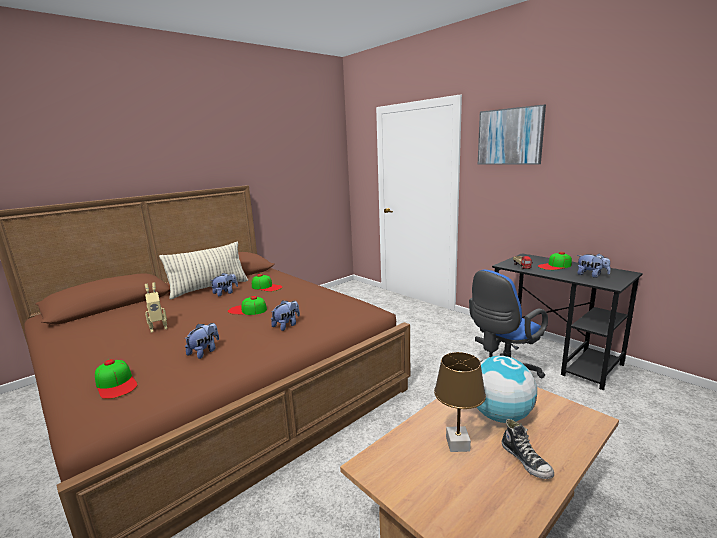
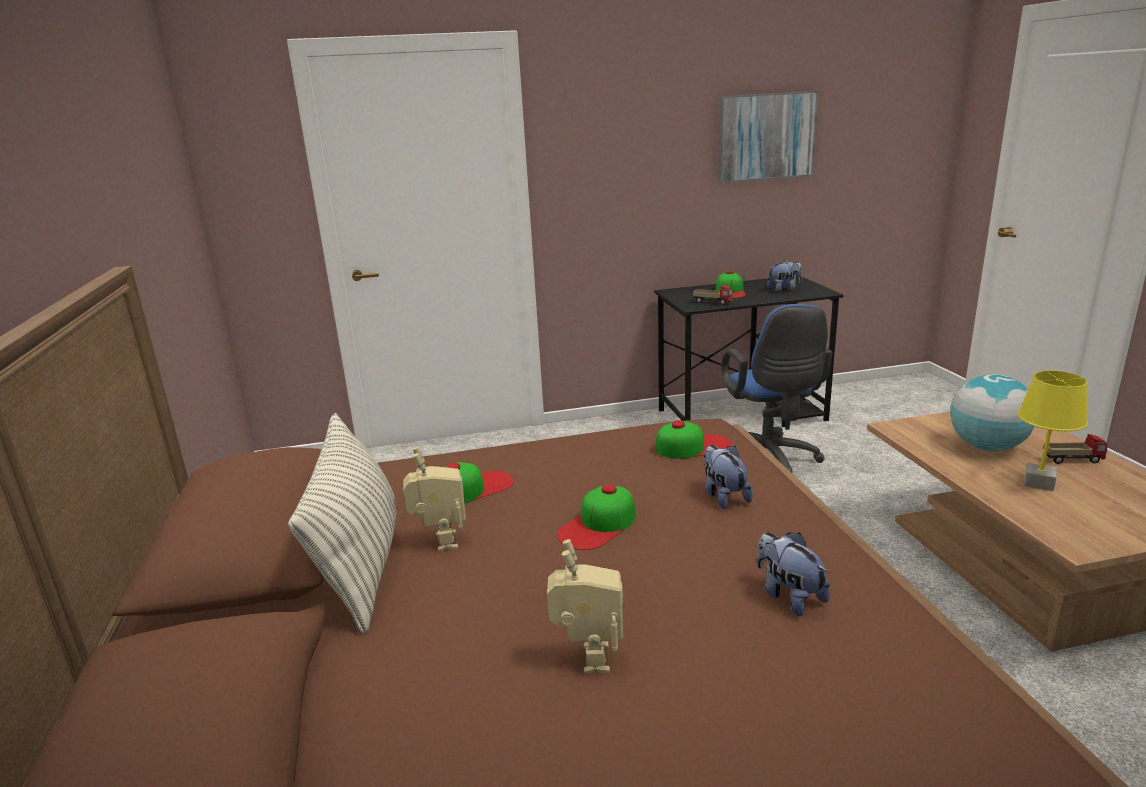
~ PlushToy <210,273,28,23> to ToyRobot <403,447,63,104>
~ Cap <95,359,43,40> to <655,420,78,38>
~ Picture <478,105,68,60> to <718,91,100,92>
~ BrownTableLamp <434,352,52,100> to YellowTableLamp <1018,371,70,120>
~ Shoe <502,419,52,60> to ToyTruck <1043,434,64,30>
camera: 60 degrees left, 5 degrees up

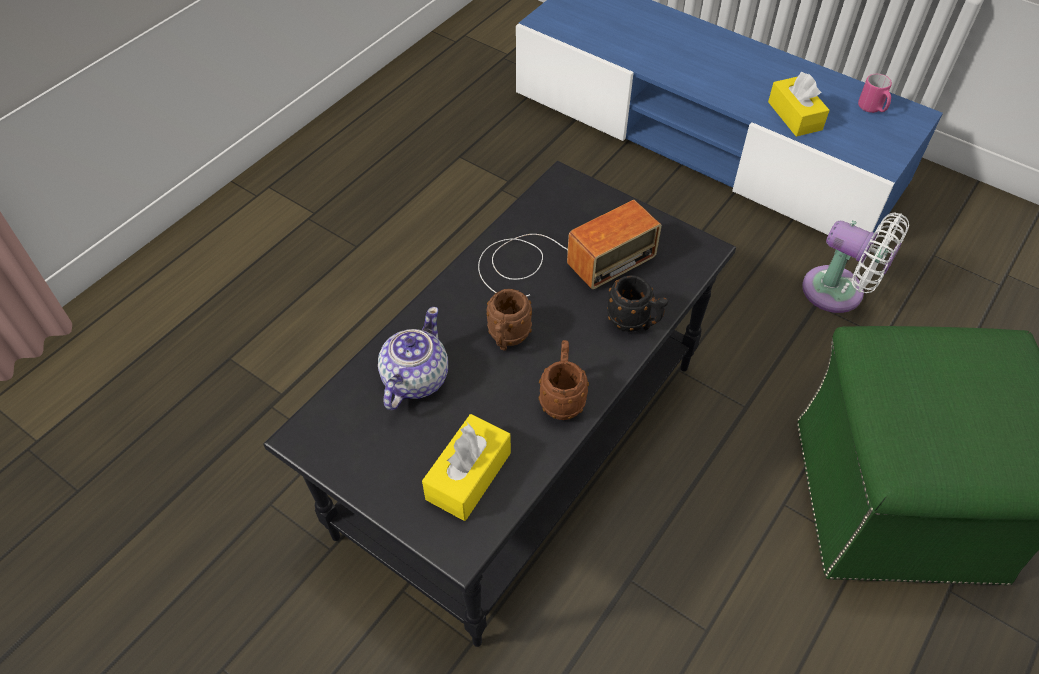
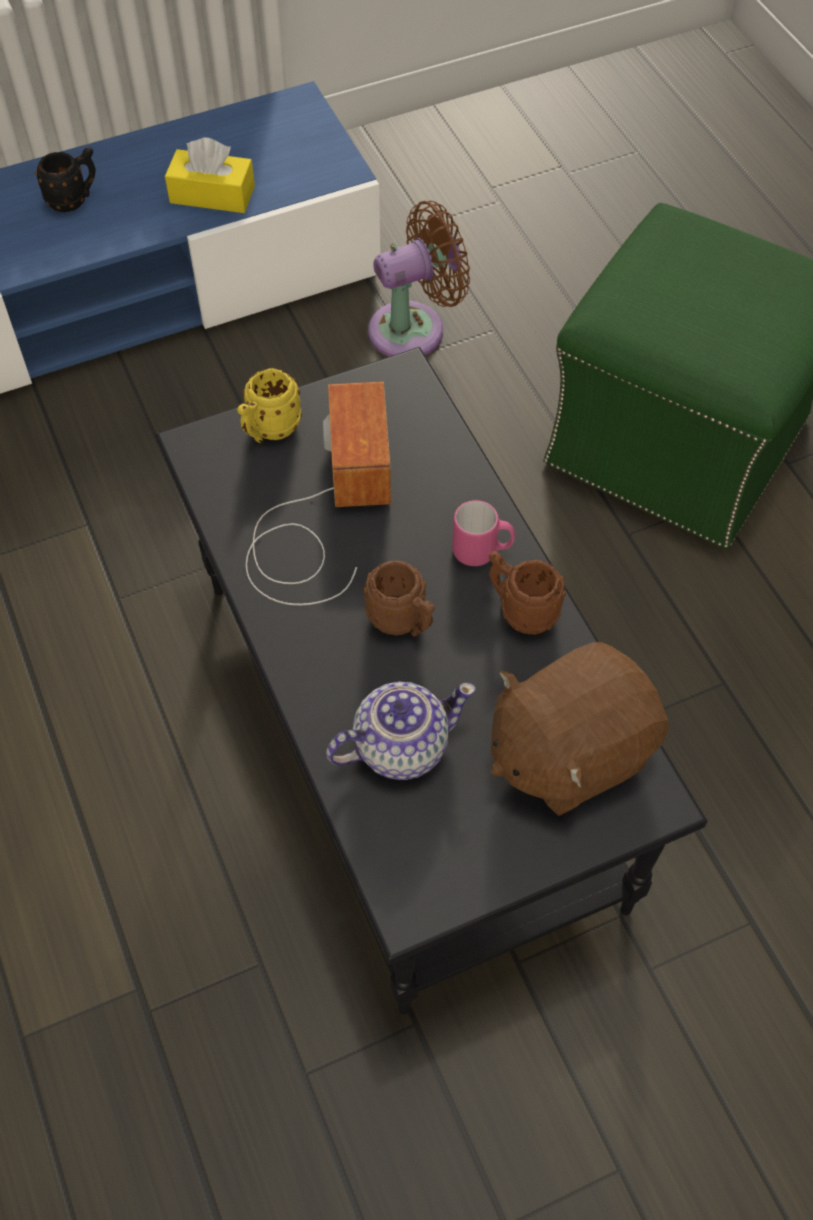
~ BlackMug <607,275,61,57> to <35,147,61,65>
+ YellowMug <237,368,65,75>
~ Teapot <378,307,70,103> = <326,682,150,98> 105 degrees clockwise
~ WhiteFan <802,213,107,100> to BrownFan <368,201,102,156>
~ PinkMug <858,74,34,39> to <452,500,63,66>
~ YellowTissueBox <422,414,89,107> to BrownPlushToy <491,642,178,174>
camera: 60 degrees left, 5 degrees up

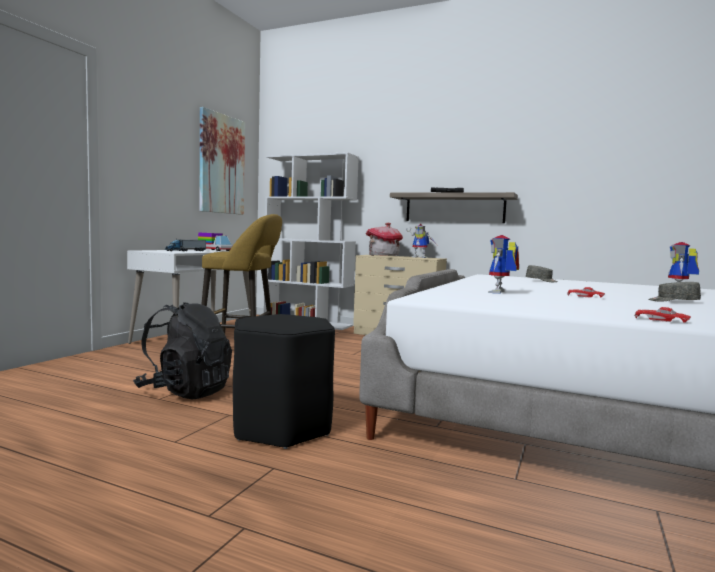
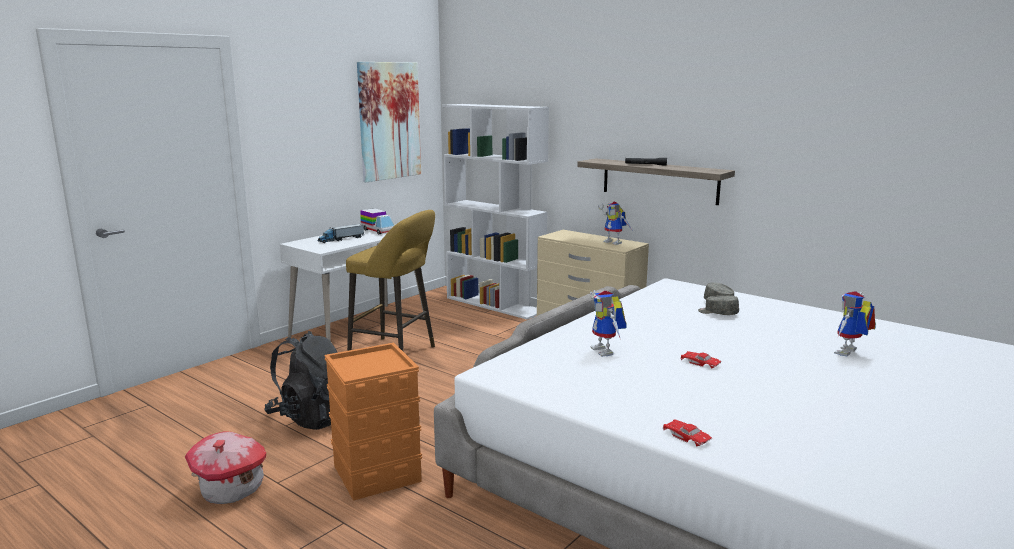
~ ToyHouse <366,223,37,33> to <185,432,81,72>
~ BlackStool <233,314,102,135> to OrangeStorageBox <324,343,98,158>
~ ToyRobot <488,235,31,59> = <590,290,37,67> 60 degrees counterclockwise
~ GreyCap <648,282,53,20> to <698,295,41,20>
camera: 15 degrees right, 10 degrees up

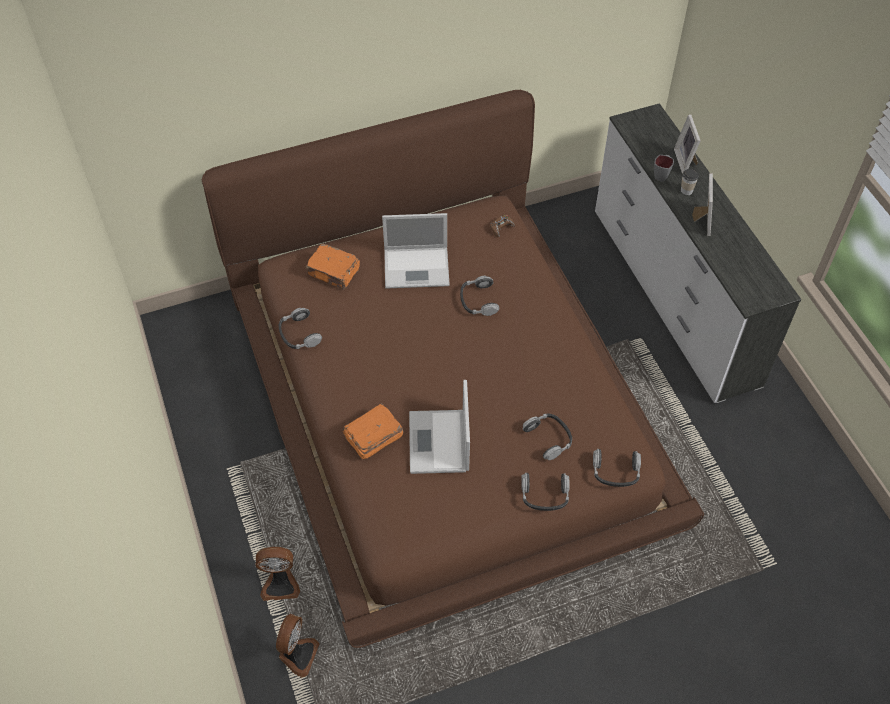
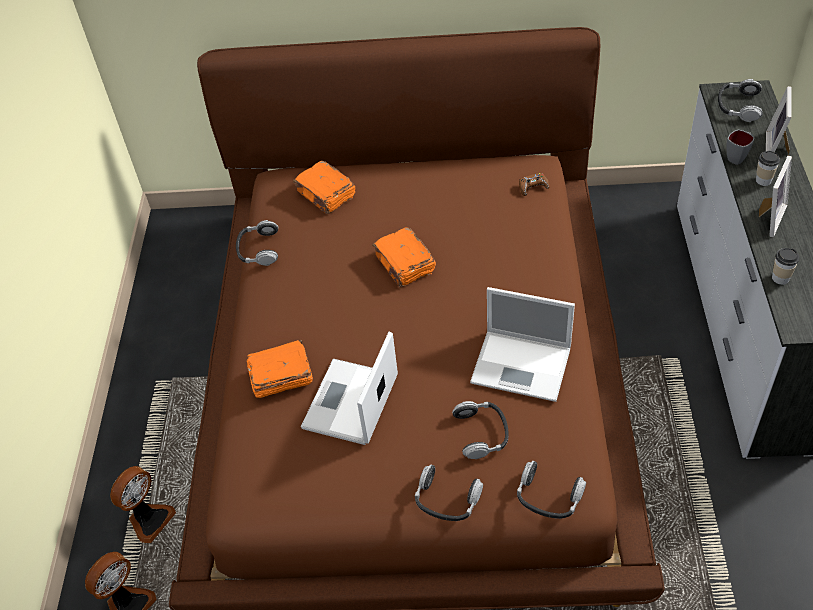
~ Fan <255,547,45,54> = <110,466,66,77> 75 degrees counterclockwise
+ OrangeBook <372,227,64,60>
~ Laptop <382,213,68,76> to <470,287,105,115>
~ Headphones <460,275,40,41> to <718,79,45,43>
+ Cup <772,248,27,37>
camera: 25 degrees right, 5 degrees down

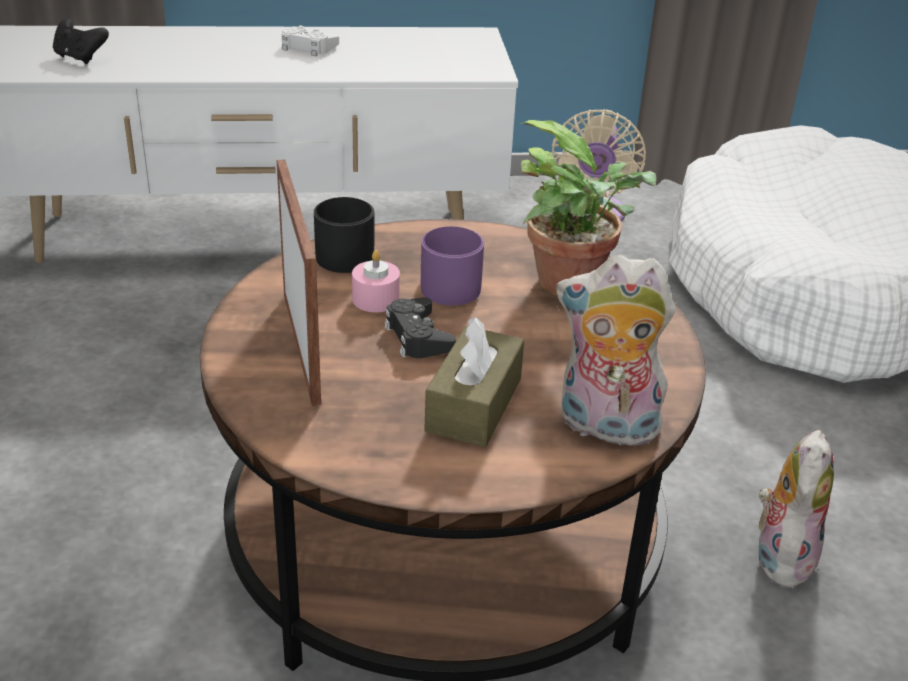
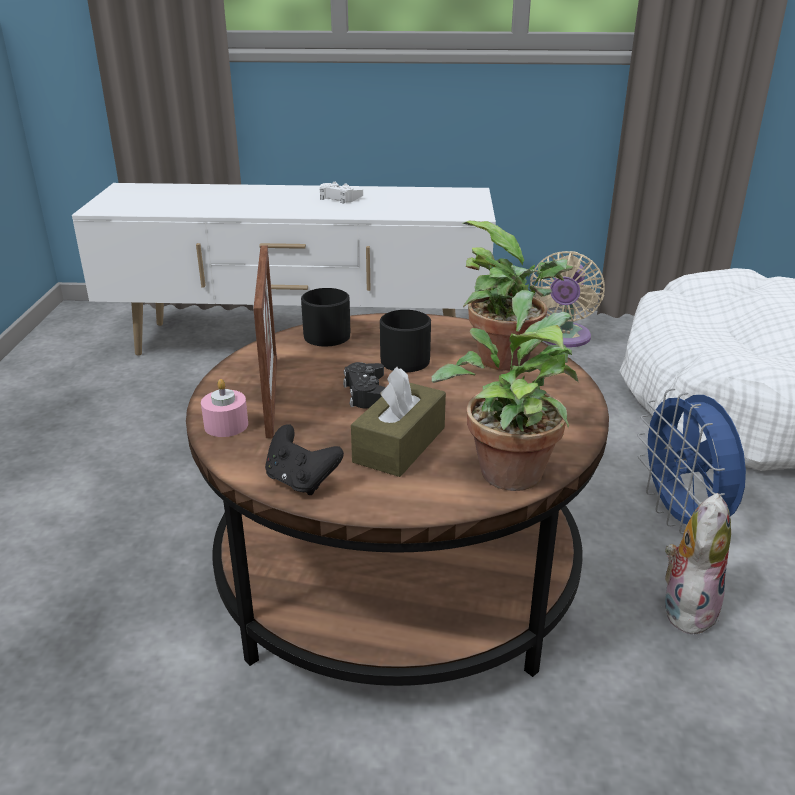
~ PinkCandle <352,250,48,62> to <201,379,47,58>
~ BlackGameController <53,18,56,46> to <265,424,79,71>
~ PurpleMug <421,226,63,79> to BlackMug <380,310,51,62>
~ PlushToy <556,255,119,196> to PottedPlant <432,290,146,201>
+ BlueFan <637,388,109,146>
camera: 10 degrees right, 5 degrees down

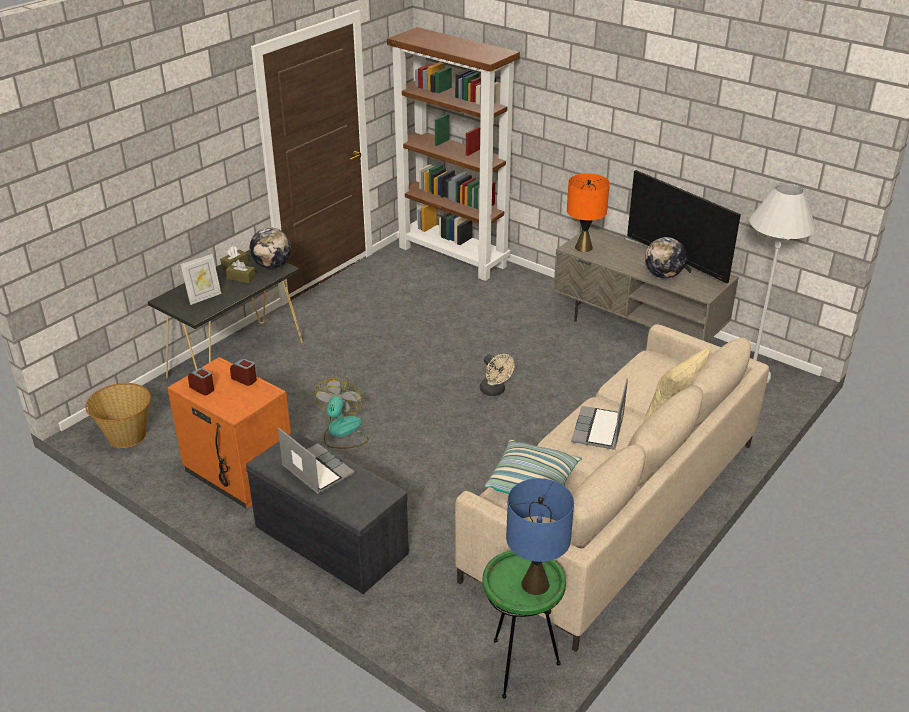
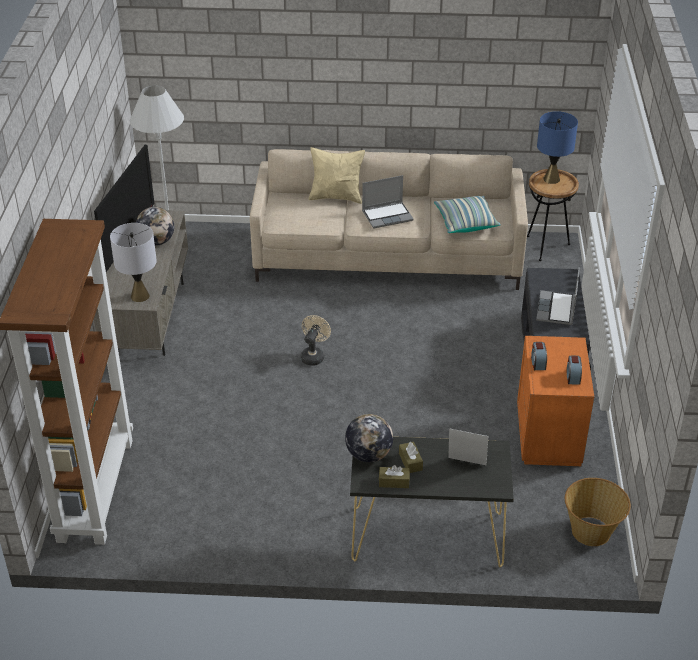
~ OrangeTableLamp <567,173,43,79> to GreyTableLamp <110,223,47,79>
~ GreenSideTable <482,550,84,149> to BrownSideTable <527,169,52,92>
- Fan <314,378,55,71>
camera: 125 degrees left, 5 degrees up

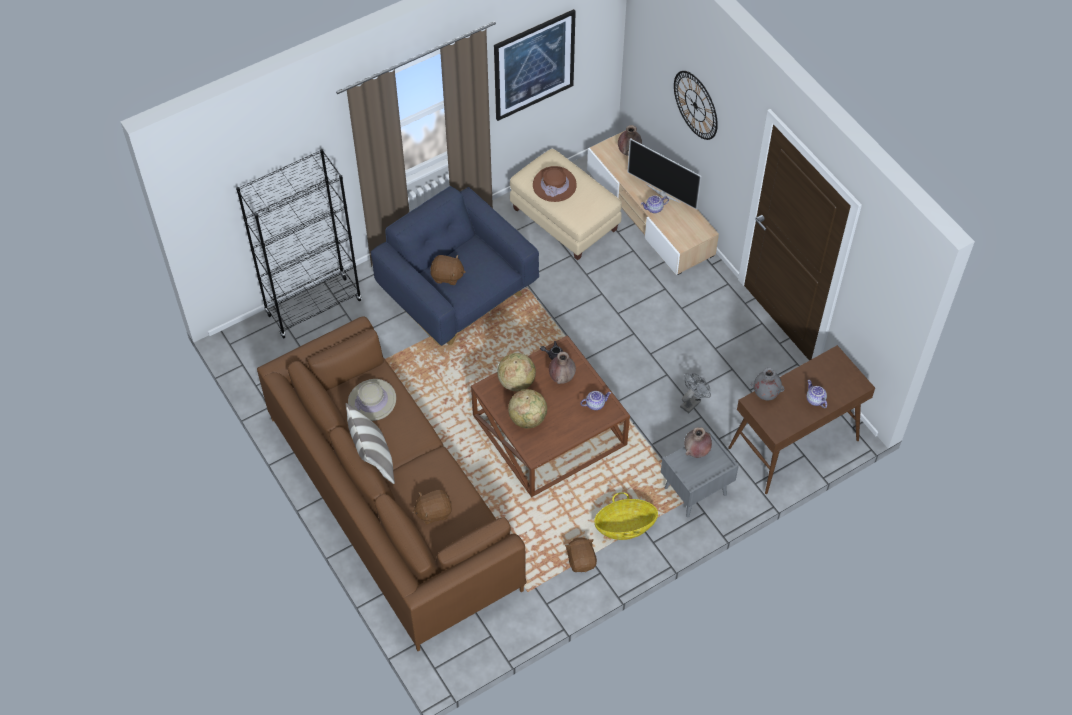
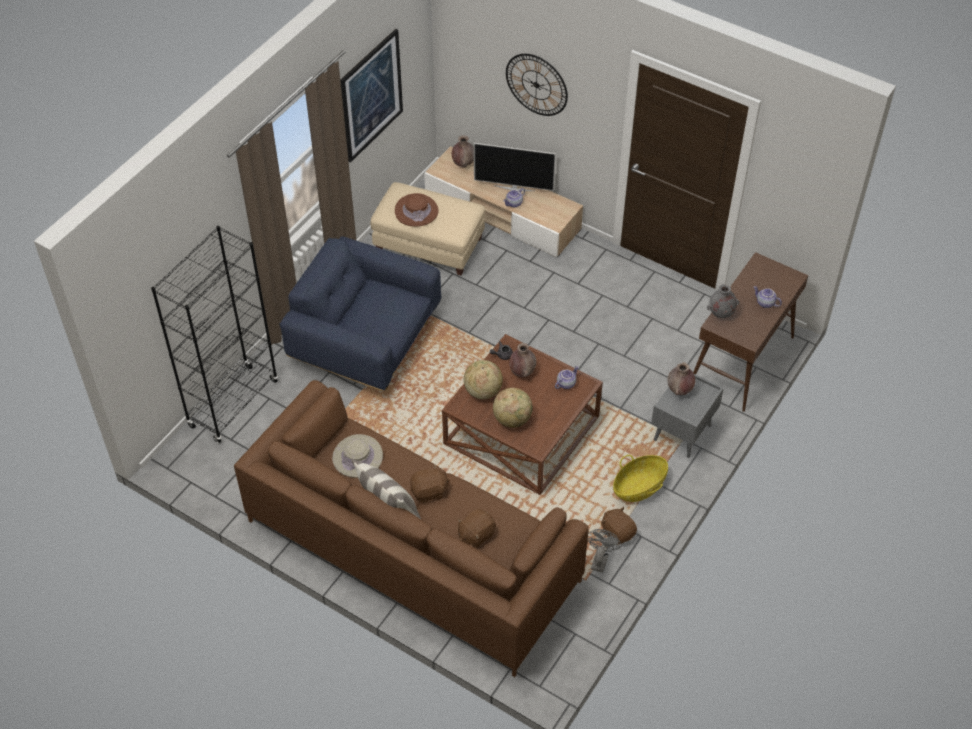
~ BrownPlushToy <430,255,36,30> to <410,465,40,38>
~ GreyFan <680,373,31,40> to <588,529,34,44>
camera: 25 degrees left, 5 degrees down

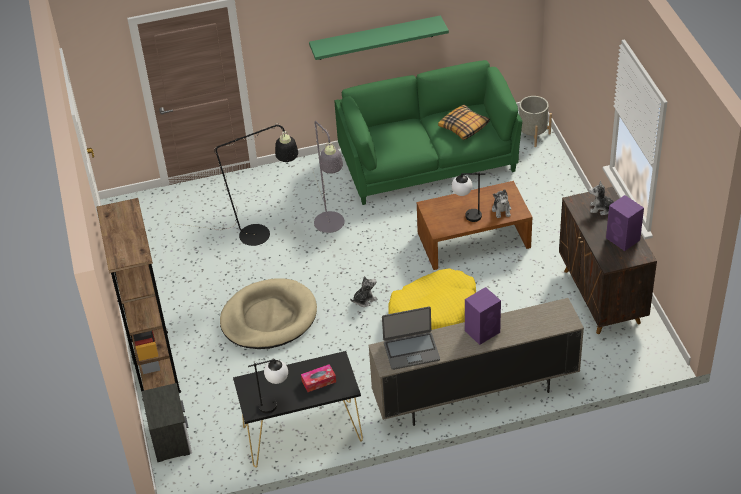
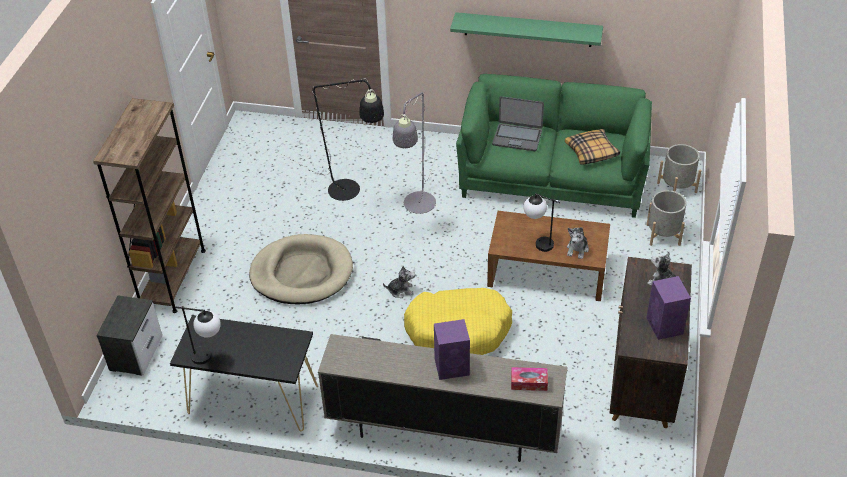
~ Laptop <382,306,58,64> to <492,96,52,55>
~ TissueBox <301,364,35,28> to <511,367,37,24>
+ GreyPlanter <647,190,39,56>
camera: 25 degrees right, 0 degrees up

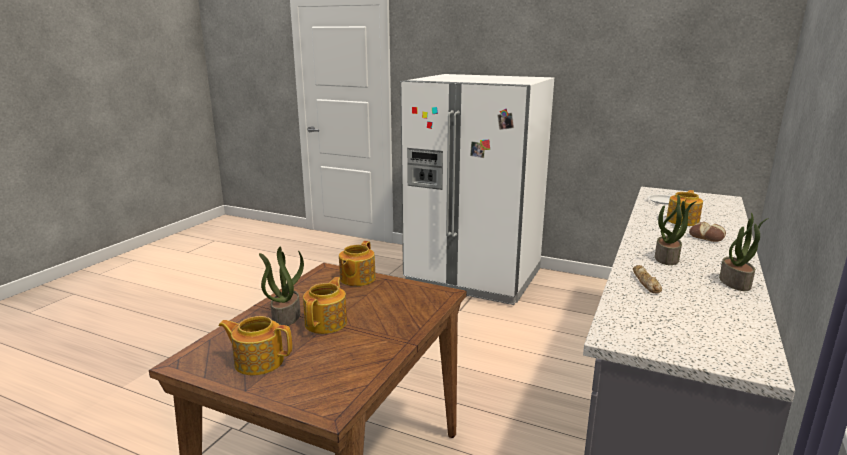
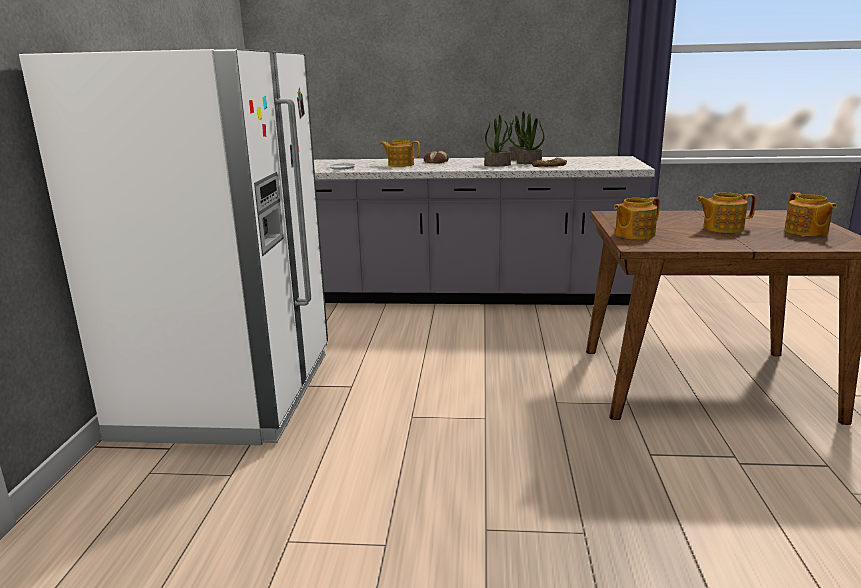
~ PottedPlant <259,247,45,79> to <515,113,30,51>
~ Teapot <339,241,37,45> = <614,197,46,42> 150 degrees clockwise
camera: 110 degrees left, 0 degrees up

